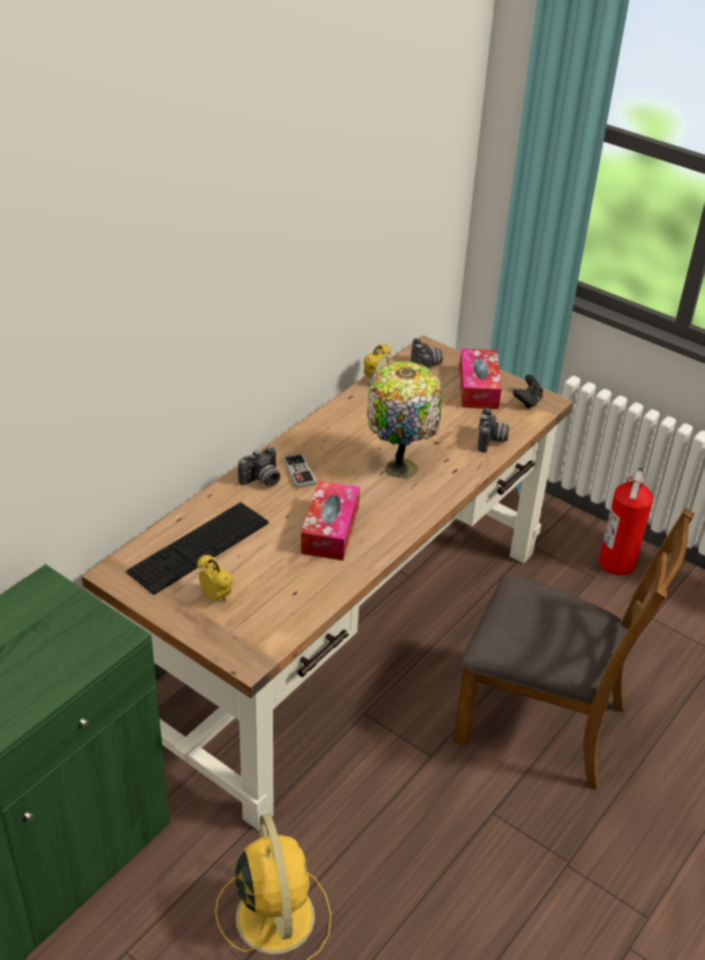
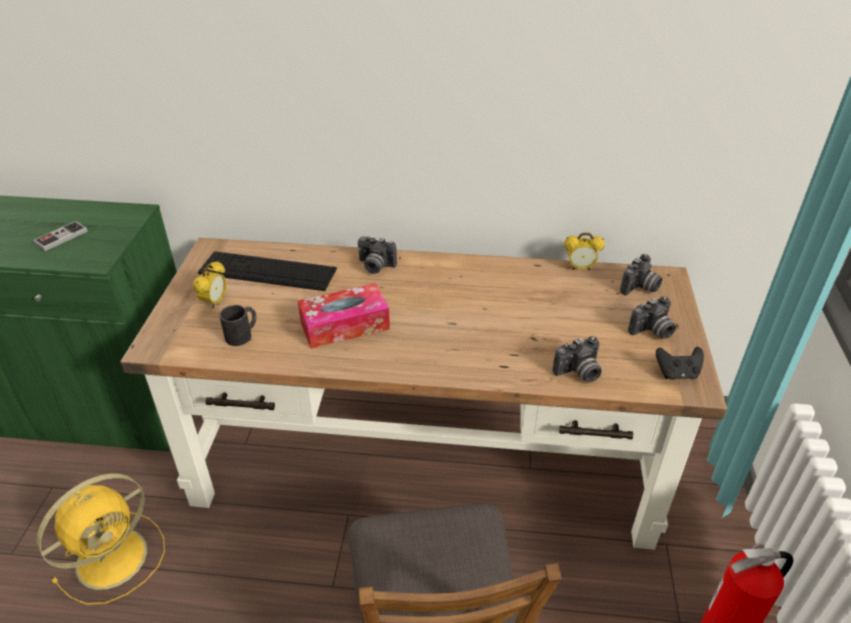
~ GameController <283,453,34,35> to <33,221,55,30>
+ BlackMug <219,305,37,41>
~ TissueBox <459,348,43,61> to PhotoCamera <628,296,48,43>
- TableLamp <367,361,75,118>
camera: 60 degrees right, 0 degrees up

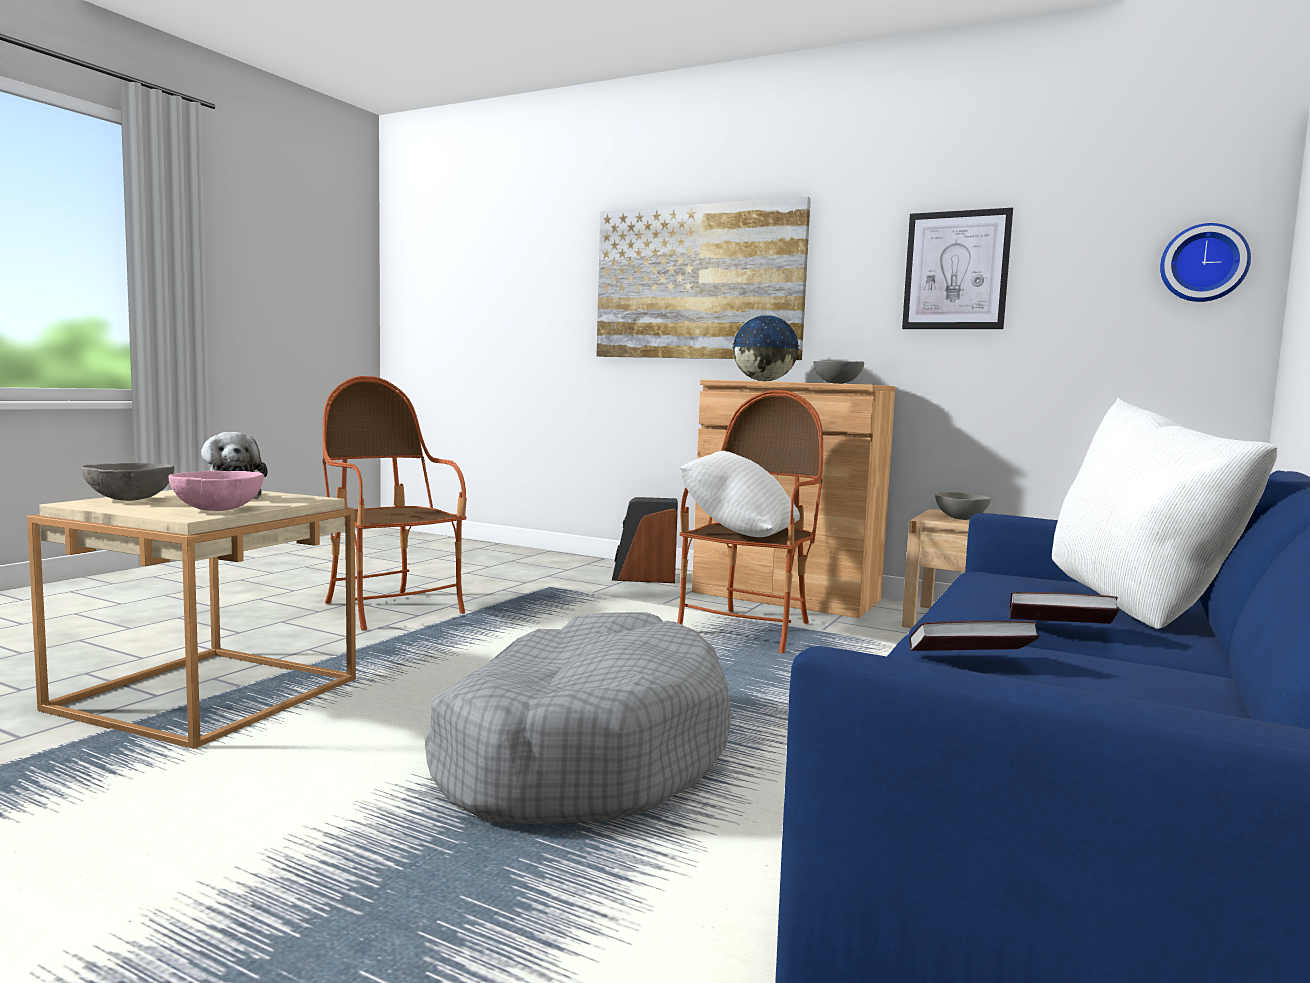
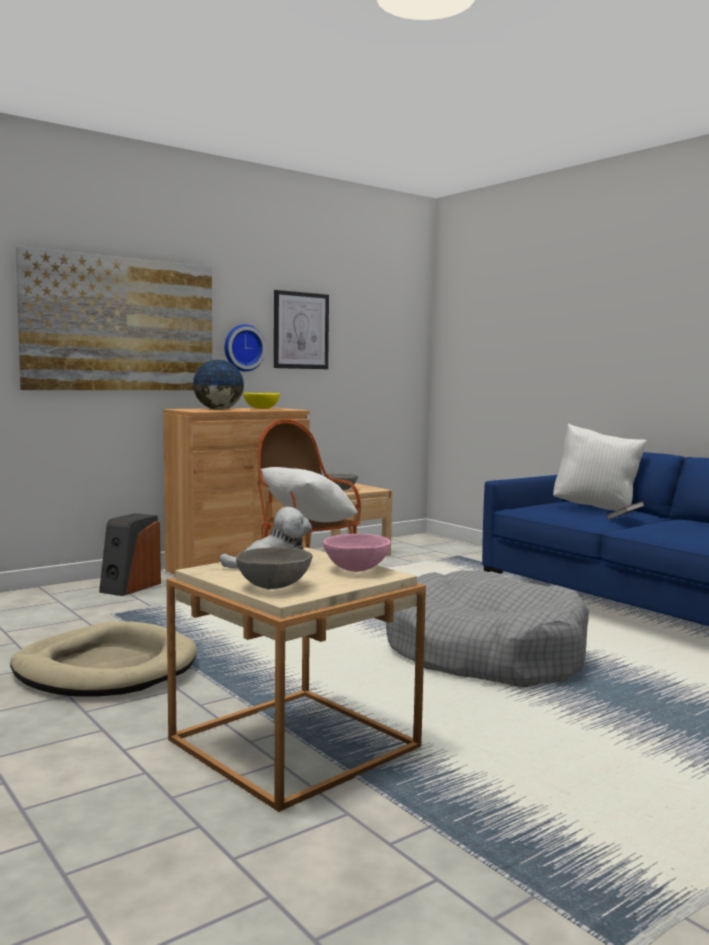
~ Armchair <322,376,145,254> to BeigeDogBed <10,621,187,76>
~ WallClock <1160,223,91,79> to <224,324,42,47>
~ GreyBowl <813,361,51,23> to YellowBowl <243,393,37,16>
- Book <909,621,131,30>
camera: 65 degrees left, 0 degrees up

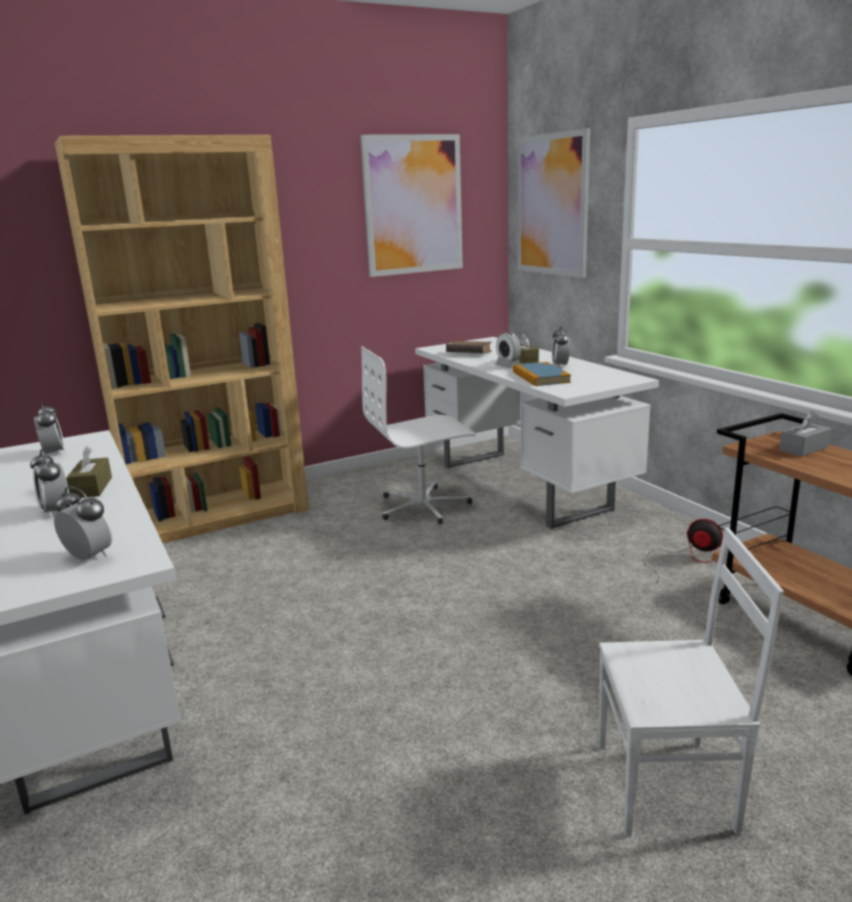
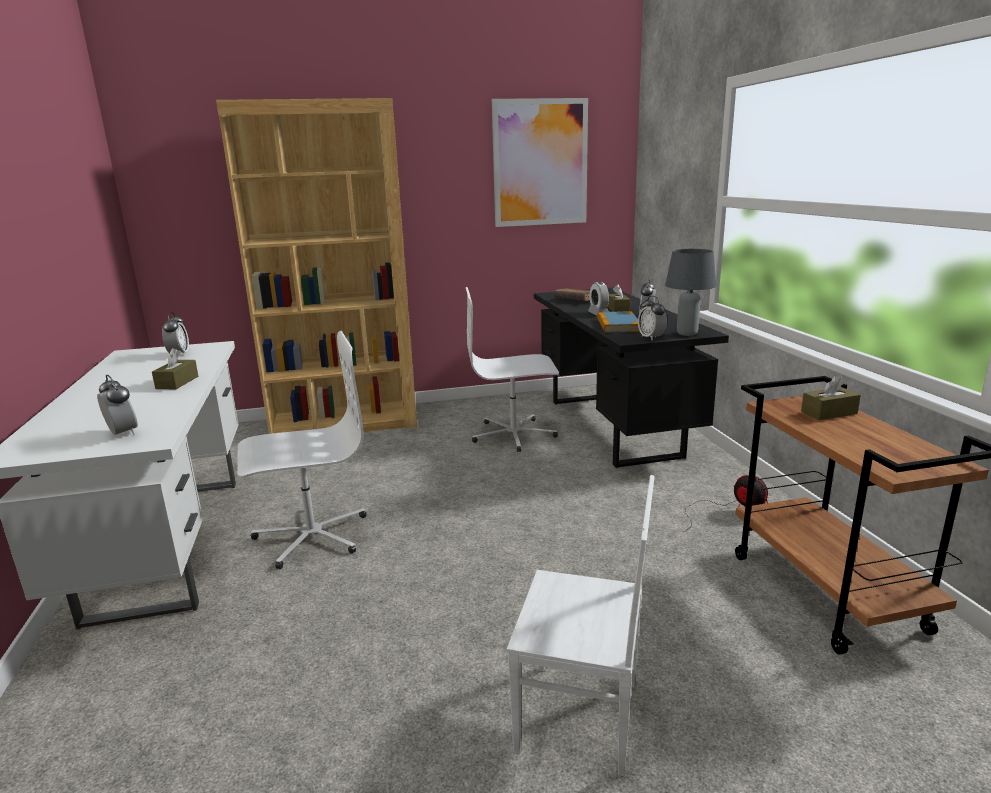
+ WhiteOfficeChair <237,331,130,238>
~ WhiteDesk <415,337,244,192> to BlackDesk <534,288,195,180>
~ AlarmClock <30,449,38,70> to <638,296,29,45>
+ GreyTableLamp <665,249,51,87>
~ GreyTissueBox <779,411,52,46> to BrownTissueBox <801,375,60,45>
- Picture <518,128,72,150>
camera: 15 degrees right, 0 degrees up

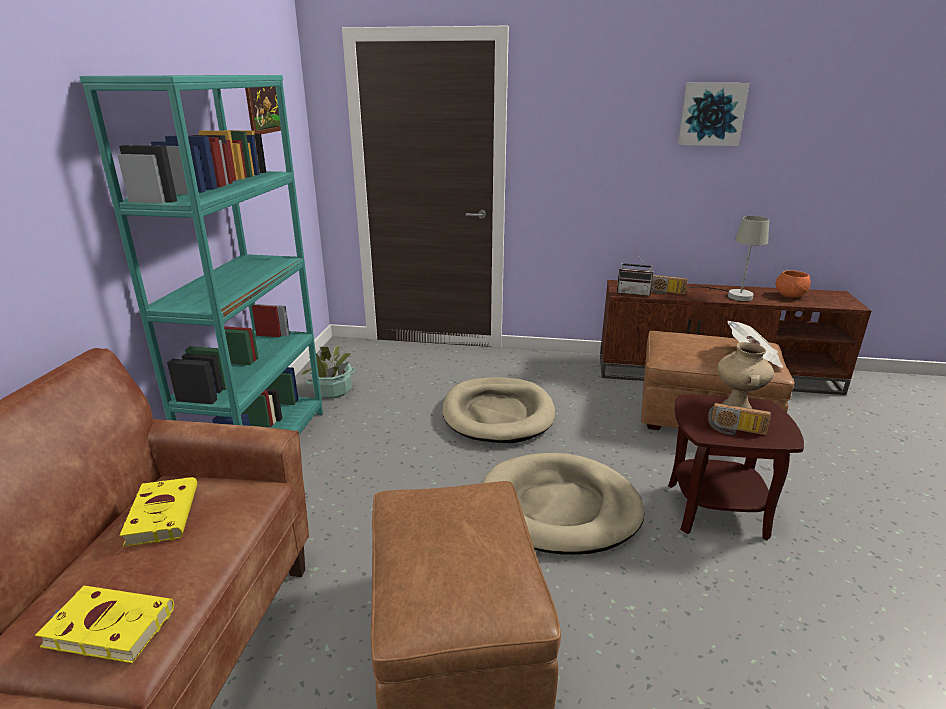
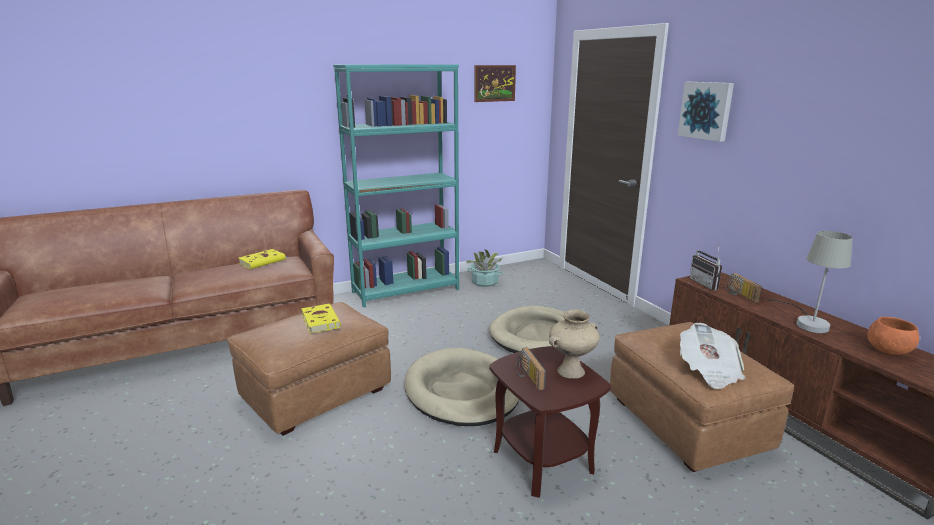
~ YellowBook <35,586,139,77> to <301,304,40,30>
~ Picture <678,83,72,63> to <678,82,56,60>
camera: 55 degrees right, 5 degrees down

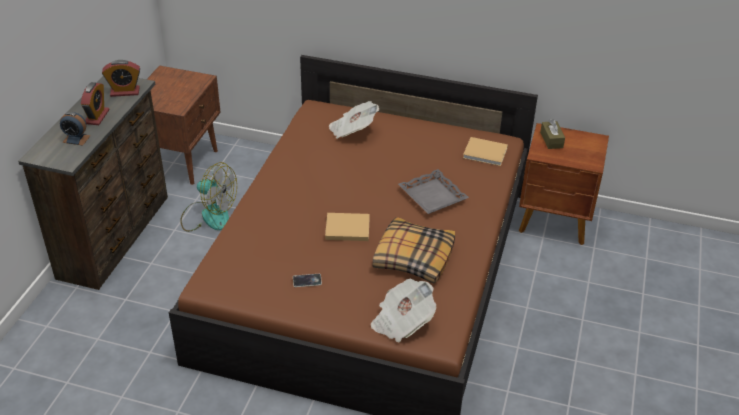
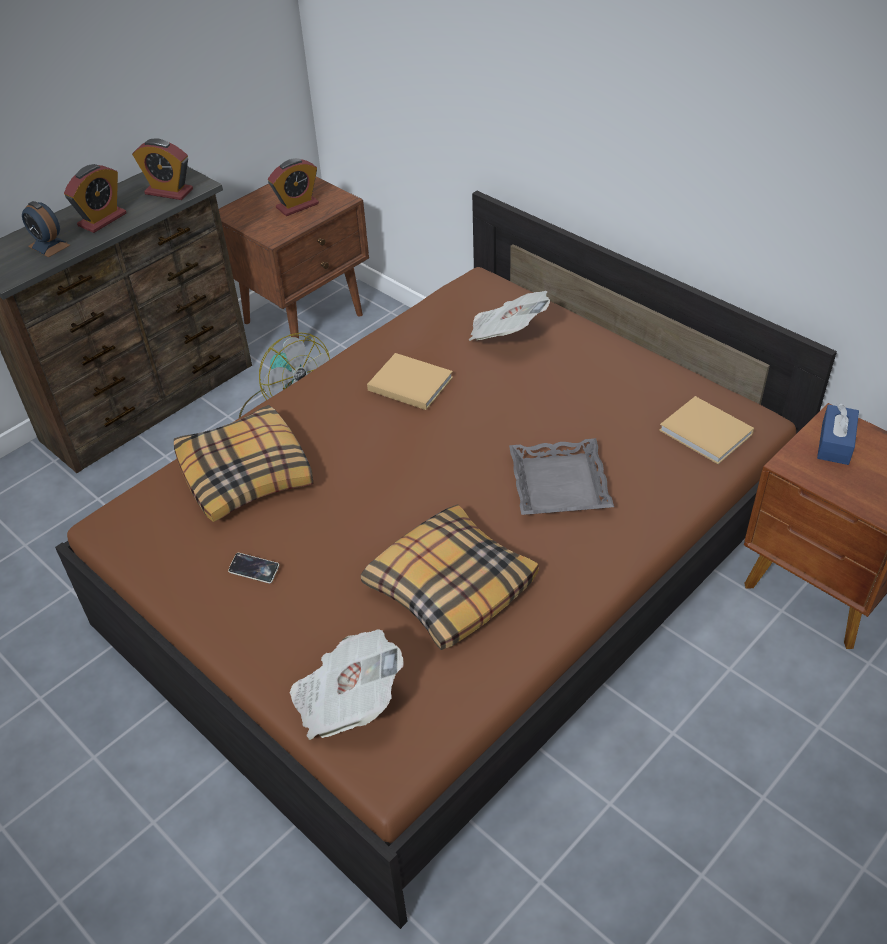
+ Pillow <174,405,139,117>
+ AlarmClock <268,158,51,58>
~ BeigeBook <325,213,45,28> to <367,353,86,57>
~ BrownTissueBox <540,119,25,30> to BlueTissueBox <817,403,42,62>
camera: 30 degrees right, 5 degrees up

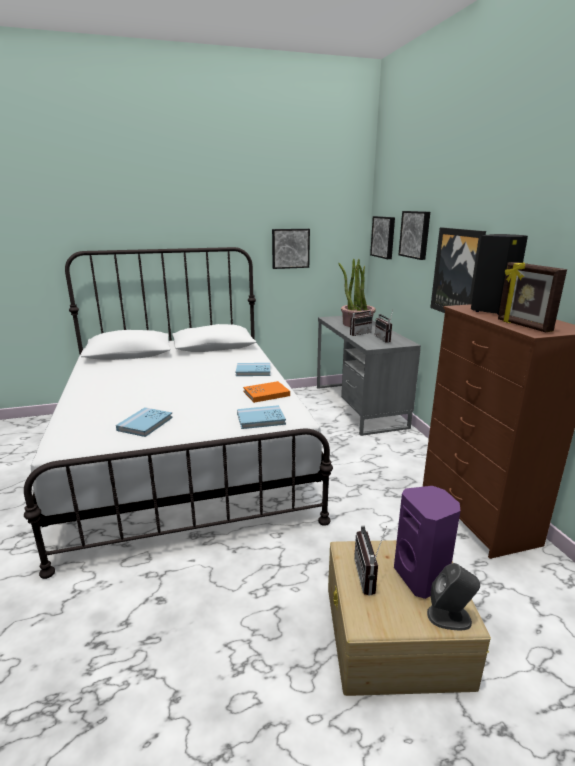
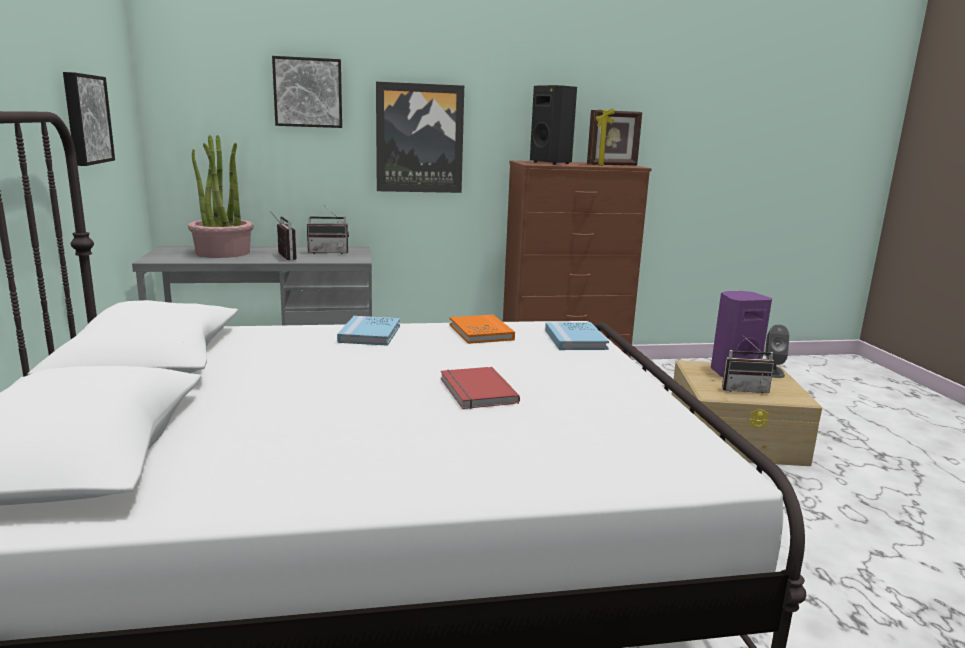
+ RedBook <440,367,80,42>
- BlueBook <116,407,57,30>
- Picture <370,216,25,43>
camera: 85 degrees left, 5 degrees down

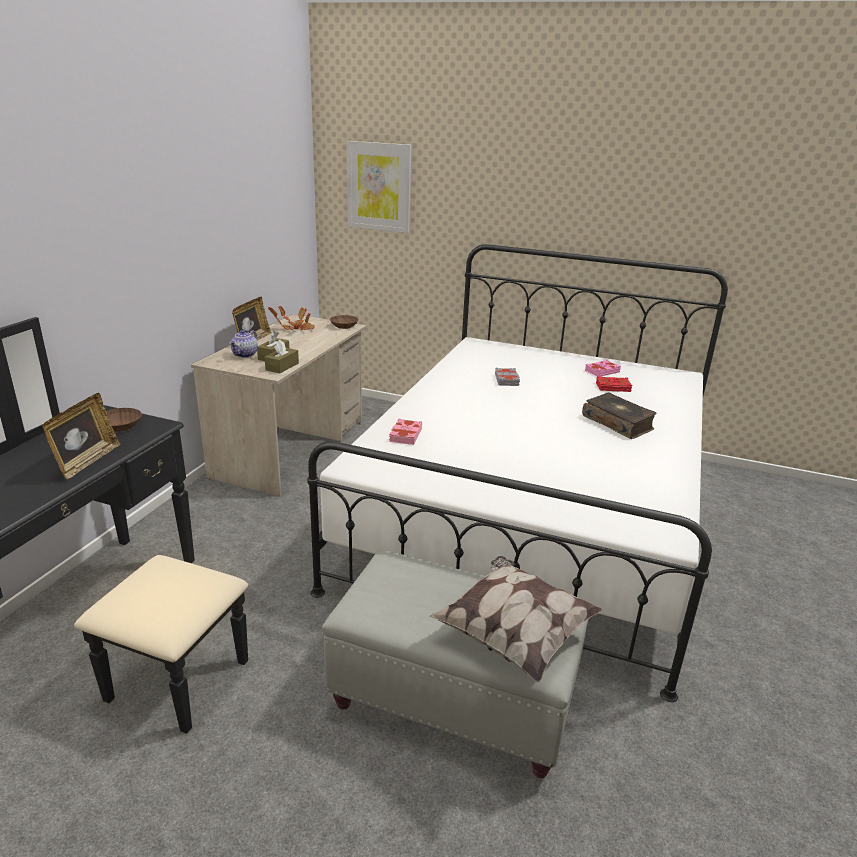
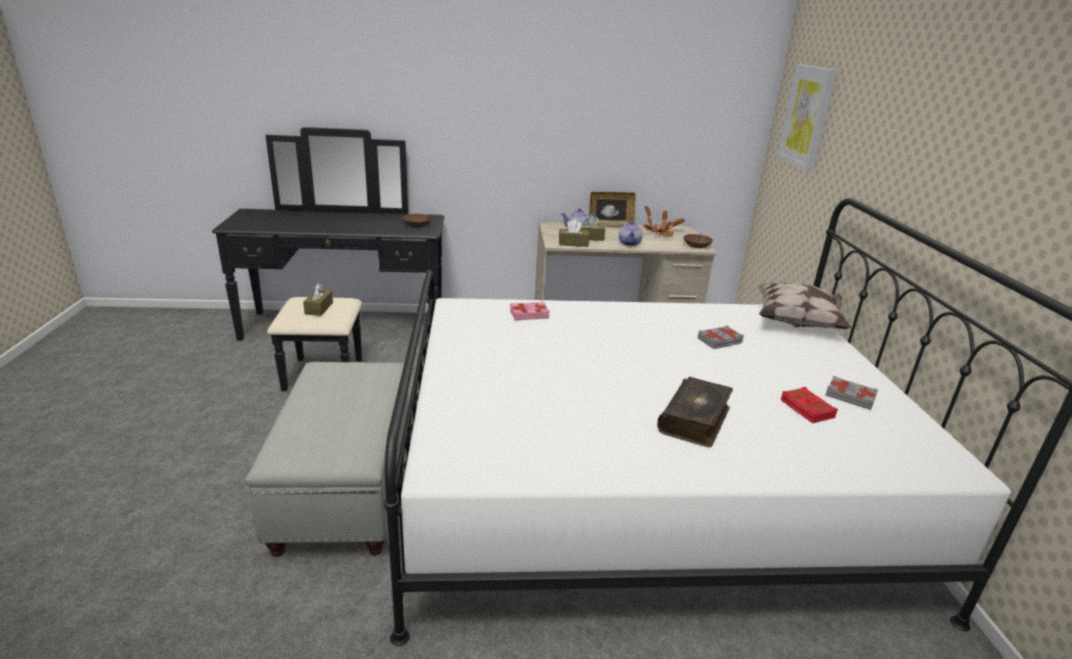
+ BrownTissueBox <303,283,30,33>
+ Teapot <619,221,24,25>
~ Pillow <429,556,173,126> to <756,283,96,46>
~ PinkBook <585,360,36,17> to GreyBook <825,376,53,34>
- PictureFrame <42,393,78,86>
camera: 65 degrees right, 0 degrees up

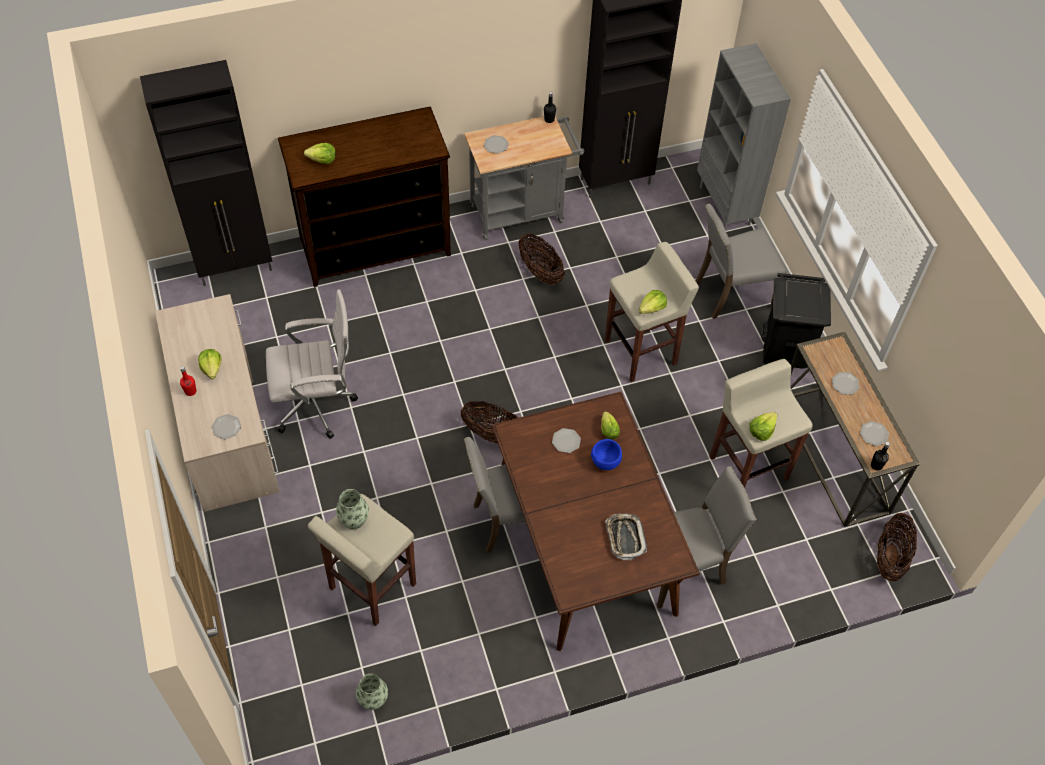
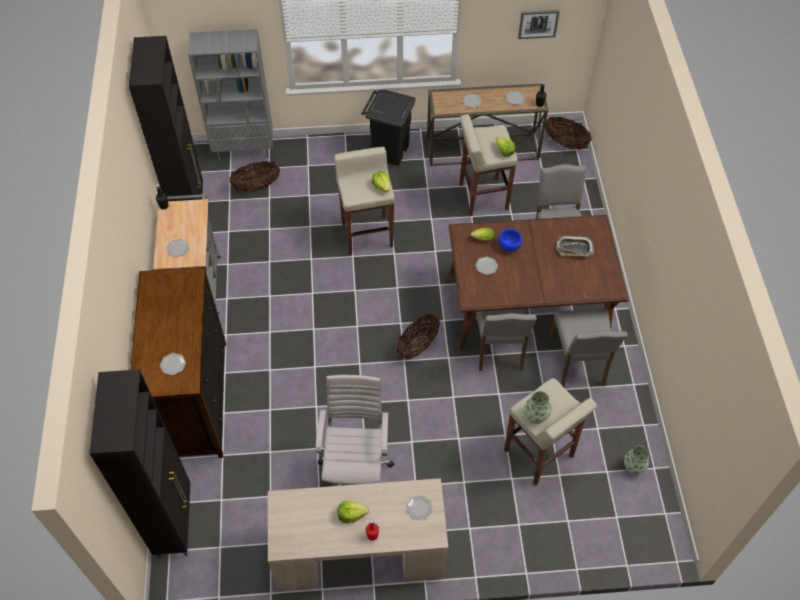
~ Lettuce <304,143,32,21> to Plate <160,353,26,22>
~ Basket <519,234,46,51> to <229,161,51,31>
+ Picture <518,10,42,29>
~ GreyChair <695,204,91,115> to <548,309,79,78>
camera: 75 degrees left, 0 degrees up

